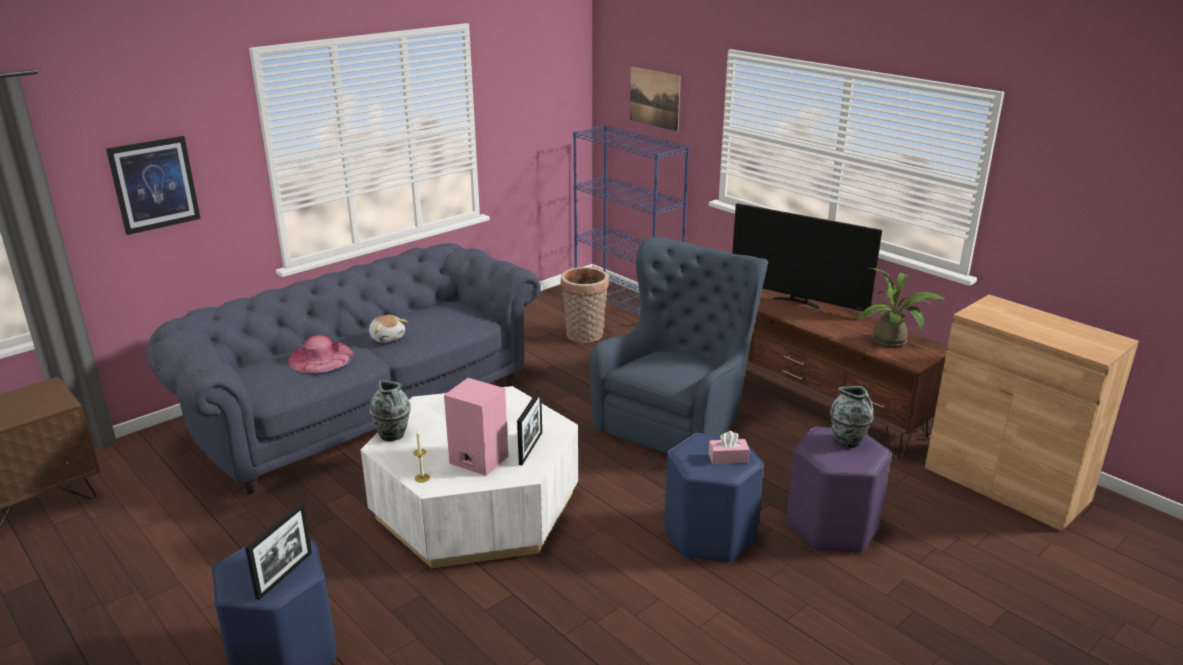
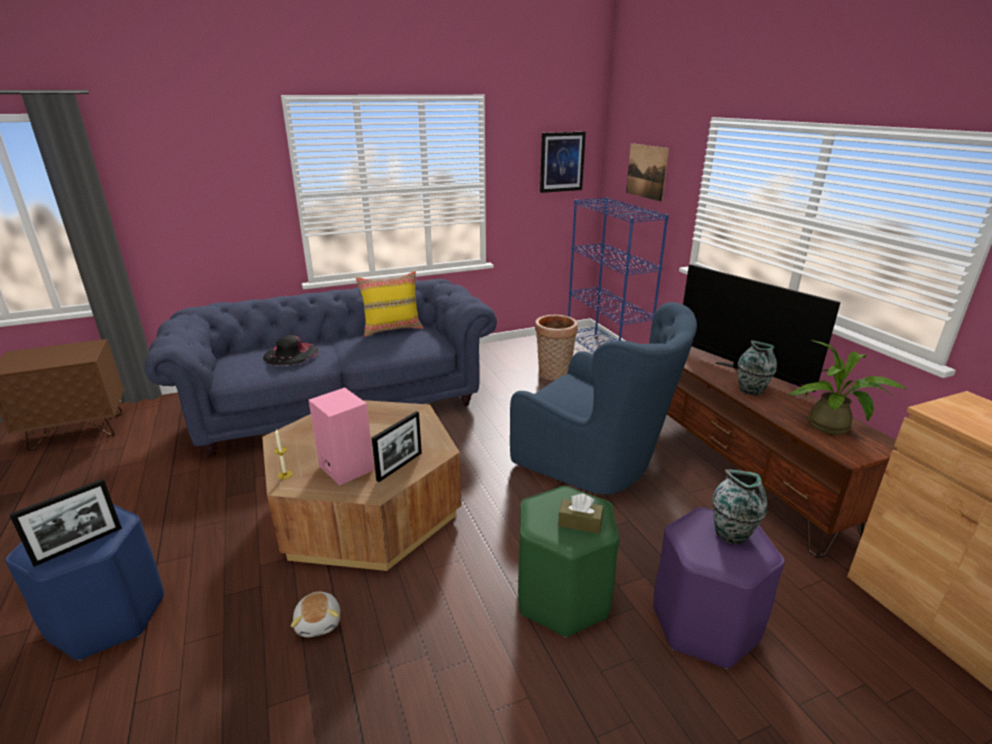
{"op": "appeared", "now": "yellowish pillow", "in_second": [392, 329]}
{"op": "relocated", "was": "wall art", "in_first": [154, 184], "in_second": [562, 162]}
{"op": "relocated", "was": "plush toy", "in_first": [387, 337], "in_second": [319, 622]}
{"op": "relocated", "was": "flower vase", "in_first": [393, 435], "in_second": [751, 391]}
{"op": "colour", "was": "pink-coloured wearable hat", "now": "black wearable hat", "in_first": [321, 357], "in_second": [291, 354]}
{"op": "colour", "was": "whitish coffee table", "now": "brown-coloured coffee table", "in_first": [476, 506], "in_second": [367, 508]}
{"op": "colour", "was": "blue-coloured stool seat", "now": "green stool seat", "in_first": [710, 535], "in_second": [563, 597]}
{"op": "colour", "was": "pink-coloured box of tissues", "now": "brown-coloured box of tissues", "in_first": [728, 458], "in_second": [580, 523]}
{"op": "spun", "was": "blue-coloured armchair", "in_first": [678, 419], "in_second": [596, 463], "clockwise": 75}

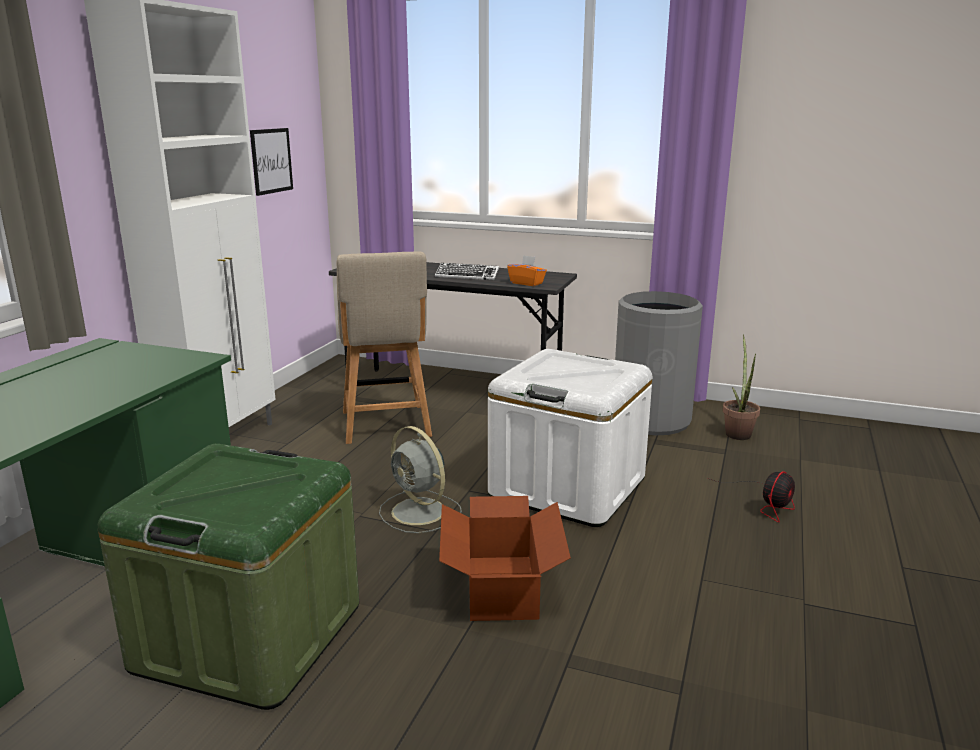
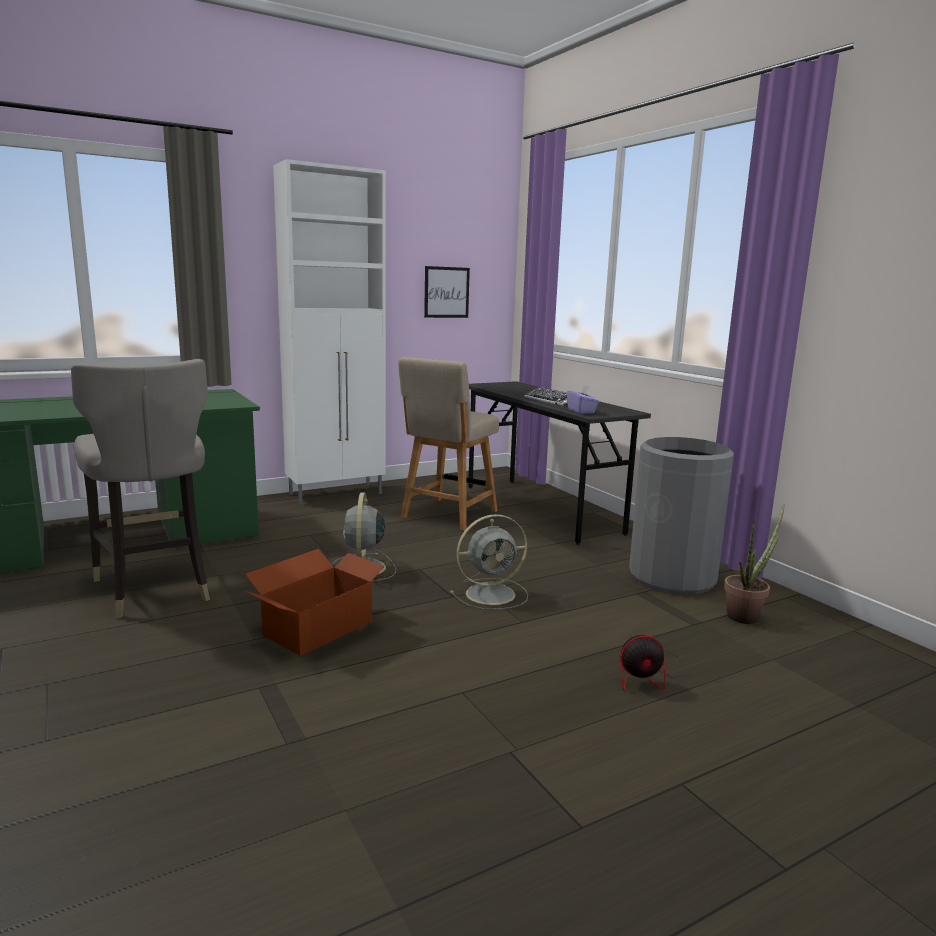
{"op": "exchanged", "was": "green storage bin", "now": "greyish stool seat", "in_first": [249, 637], "in_second": [155, 589]}
{"op": "exchanged", "was": "whitish storage bin", "now": "greyish cooling fan", "in_first": [567, 487], "in_second": [492, 594]}
{"op": "colour", "was": "orange-coloured box of tissues", "now": "purple-coloured box of tissues", "in_first": [526, 283], "in_second": [581, 411]}

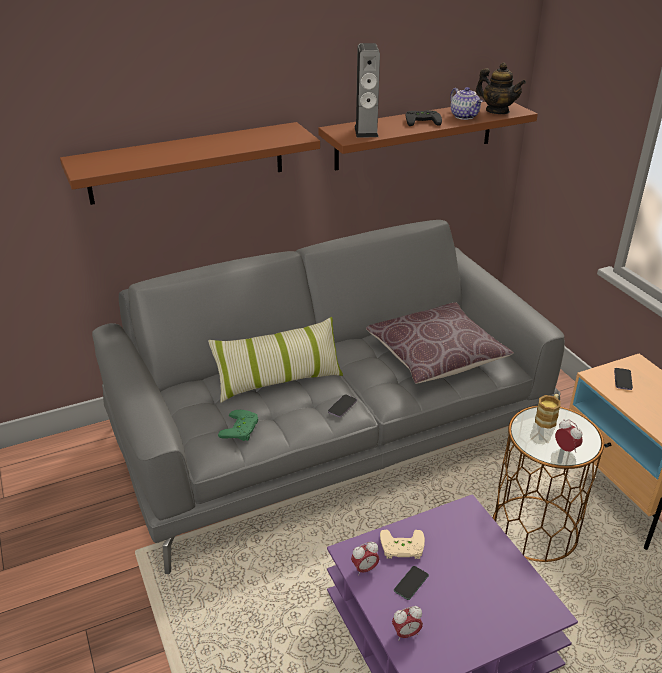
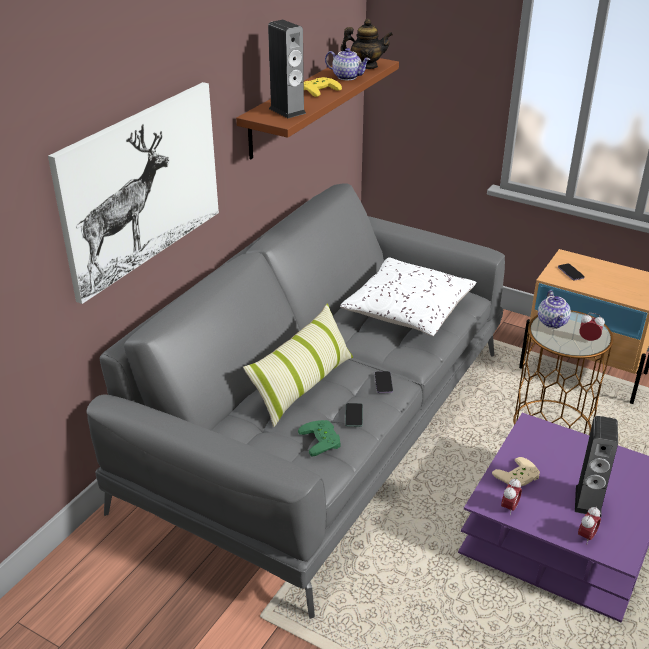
{"op": "appeared", "now": "audio speaker", "in_second": [588, 500]}
{"op": "relocated", "was": "handset", "in_first": [411, 583], "in_second": [354, 415]}
{"op": "exchanged", "was": "brown-coloured wall shelf", "now": "wall art", "in_first": [187, 163], "in_second": [141, 187]}
{"op": "exchanged", "was": "mug", "now": "pot for tea", "in_first": [547, 418], "in_second": [553, 322]}
{"op": "colour", "was": "brown-coloured pillow", "now": "whitish pillow", "in_first": [436, 356], "in_second": [408, 310]}
{"op": "colour", "was": "black gamepad", "now": "yellowish gamepad", "in_first": [422, 121], "in_second": [319, 89]}

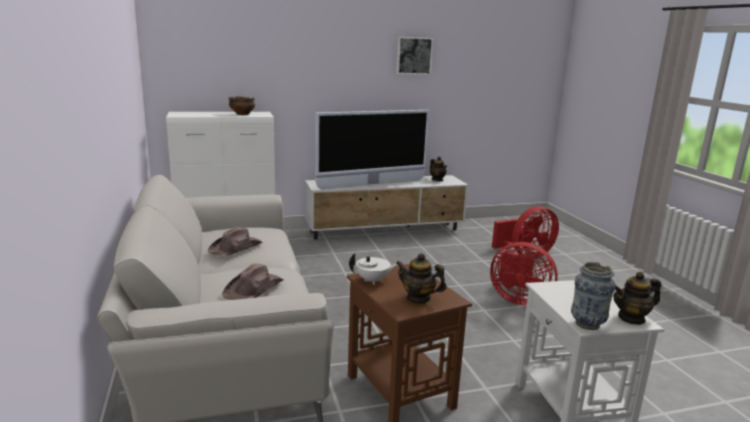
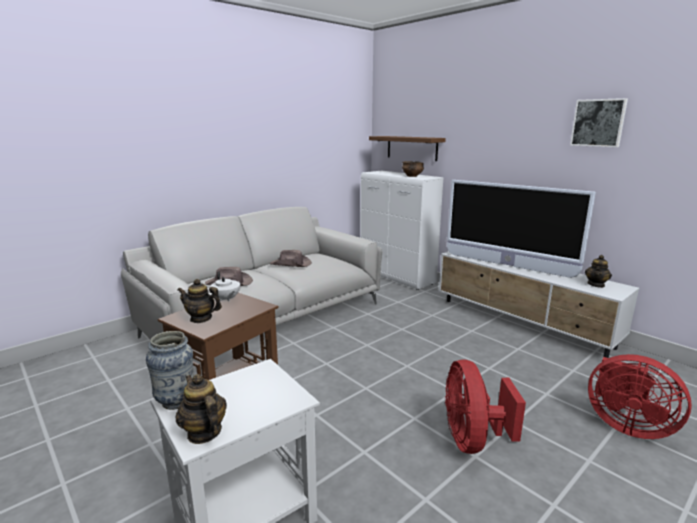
{"op": "appeared", "now": "brown-coloured wall shelf", "in_second": [412, 148]}
{"op": "spun", "was": "pot for tea", "in_first": [418, 298], "in_second": [201, 318], "clockwise": -75}

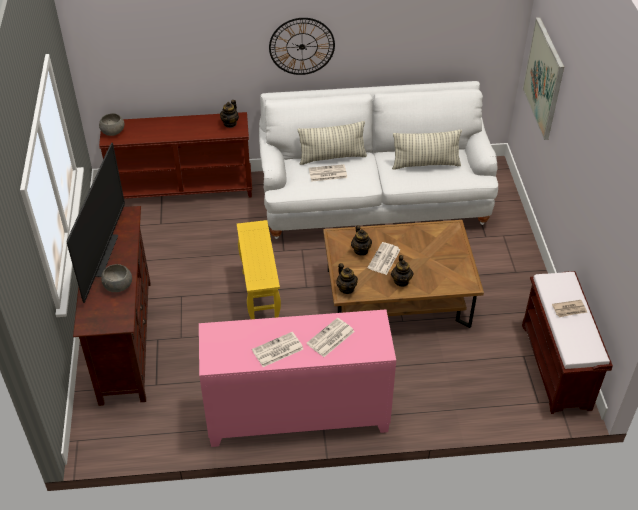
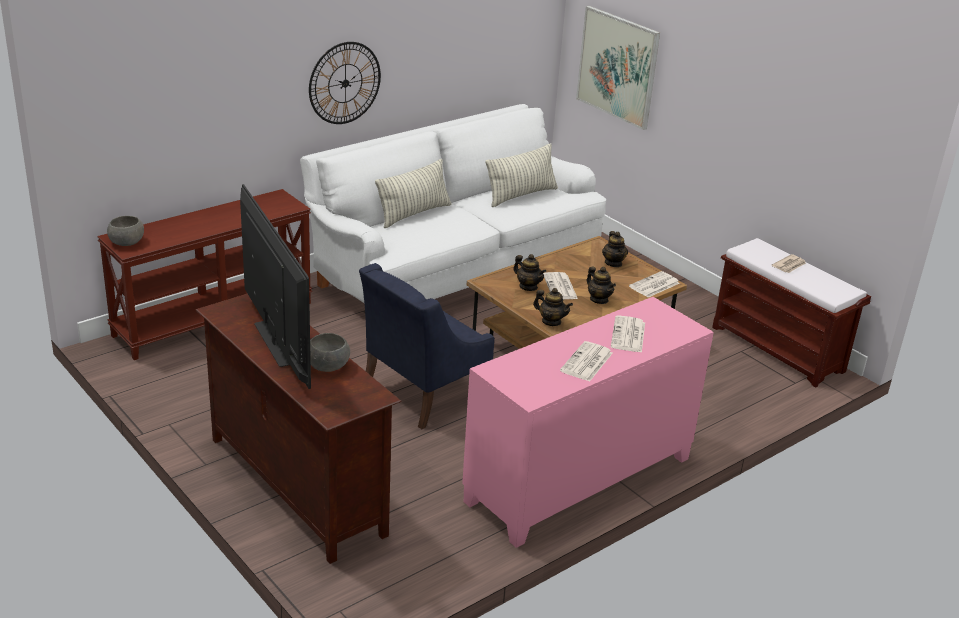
{"op": "relocated", "was": "pot for tea", "in_first": [230, 123], "in_second": [613, 263]}
{"op": "relocated", "was": "printed paper", "in_first": [327, 173], "in_second": [654, 285]}
{"op": "exchanged", "was": "yellowish end table", "now": "blue-coloured armchair", "in_first": [260, 300], "in_second": [423, 392]}

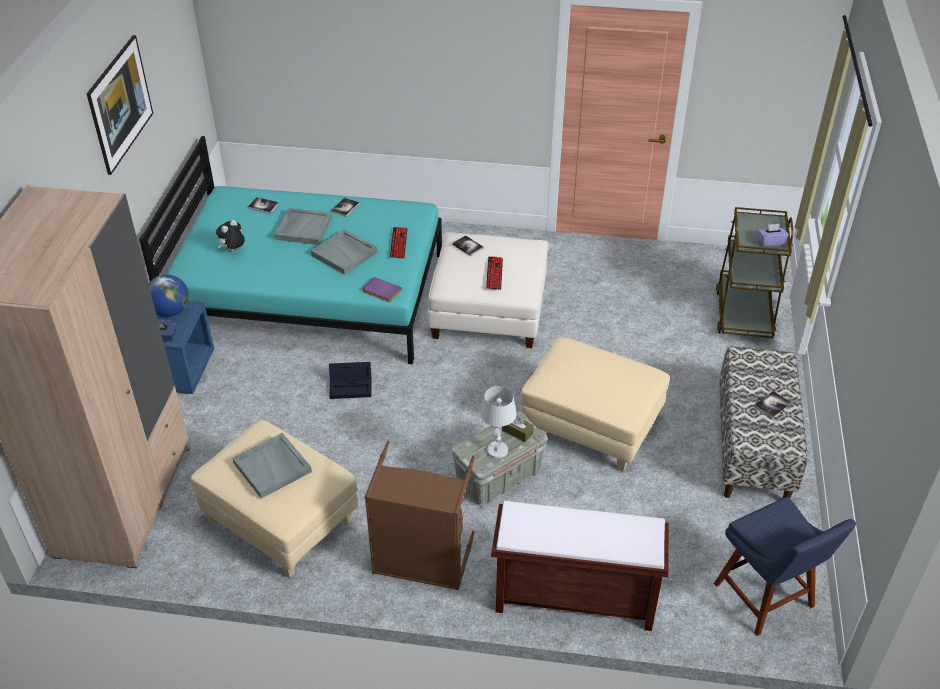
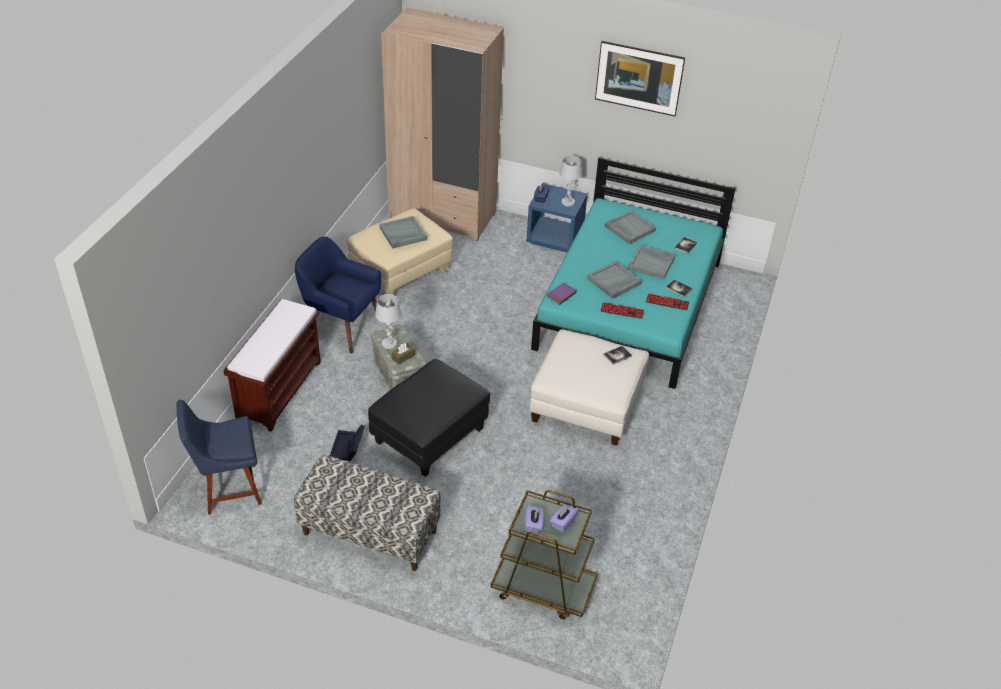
{"op": "missing", "was": "book", "in_first": [772, 405]}
{"op": "appeared", "now": "purple-coloured box of tissues", "in_second": [562, 523]}
{"op": "relocated", "was": "black storage bin", "in_first": [352, 386], "in_second": [347, 448]}
{"op": "relocated", "was": "PC keyboard", "in_first": [494, 274], "in_second": [667, 302]}
{"op": "exchanged", "was": "world globe", "now": "whitish table lamp", "in_first": [171, 311], "in_second": [568, 202]}
{"op": "exchanged", "was": "plush toy", "now": "greyish tray", "in_first": [233, 250], "in_second": [629, 228]}
{"op": "exchanged", "was": "brown-coloured washing basket", "now": "blue-coloured armchair", "in_first": [421, 562], "in_second": [341, 326]}
{"op": "colour", "was": "sand-coloured pouffe", "now": "black pouffe", "in_first": [590, 426], "in_second": [429, 436]}

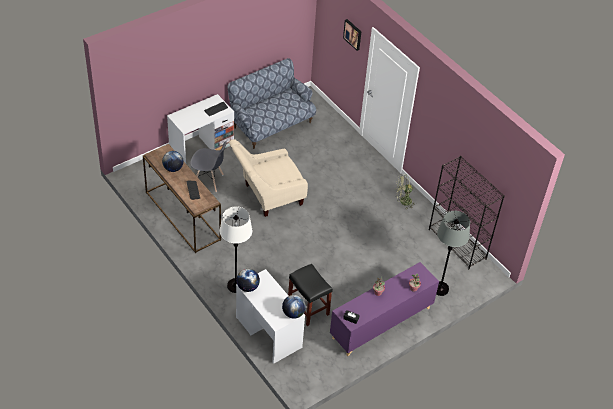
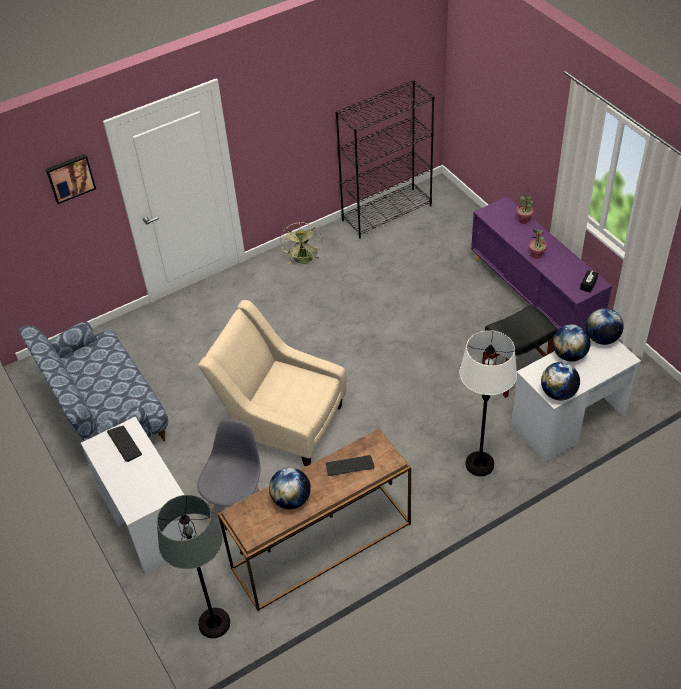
{"op": "appeared", "now": "world globe", "in_second": [569, 355]}
{"op": "relocated", "was": "greyish standing lamp", "in_first": [440, 289], "in_second": [214, 623]}
{"op": "spun", "was": "sand-coloured armchair", "in_first": [267, 196], "in_second": [282, 421], "clockwise": 135}

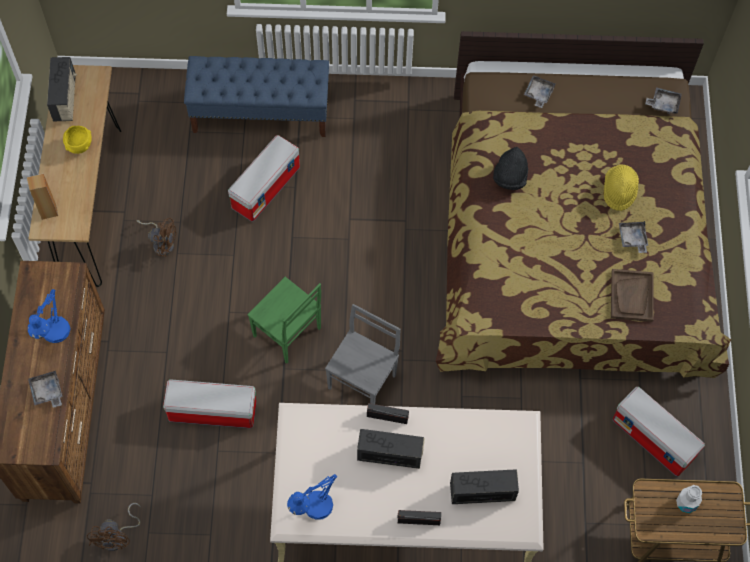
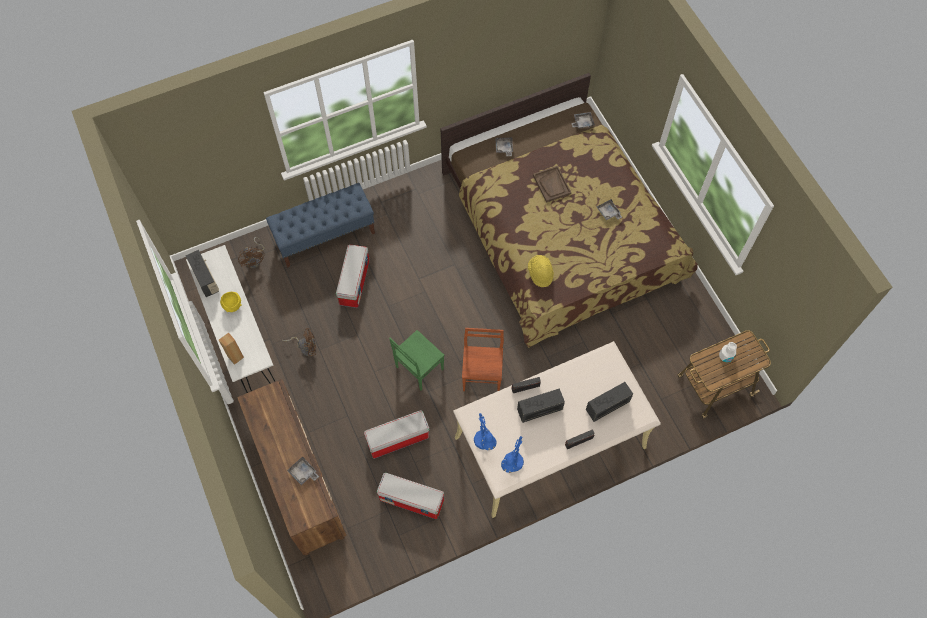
{"op": "missing", "was": "black wearable hat", "in_first": [510, 177]}
{"op": "relocated", "was": "blue-coloured table lamp", "in_first": [54, 336], "in_second": [484, 444]}
{"op": "relocated", "was": "brown-coloured cooling fan", "in_first": [118, 536], "in_second": [255, 259]}
{"op": "relocated", "was": "yellowish wearable hat", "in_first": [619, 191], "in_second": [540, 273]}
{"op": "relocated", "was": "brown-coloured tray", "in_first": [631, 296], "in_second": [552, 185]}
{"op": "relocated", "was": "storage bin", "in_first": [654, 439], "in_second": [412, 500]}
{"op": "colour", "was": "brown-coloured narrow table", "now": "whitish narrow table", "in_first": [91, 205], "in_second": [245, 344]}
{"op": "colour", "was": "greyish chair", "now": "brown-coloured chair", "in_first": [363, 381], "in_second": [482, 376]}
{"op": "spun", "was": "green chair", "in_first": [287, 333], "in_second": [418, 368], "clockwise": 120}

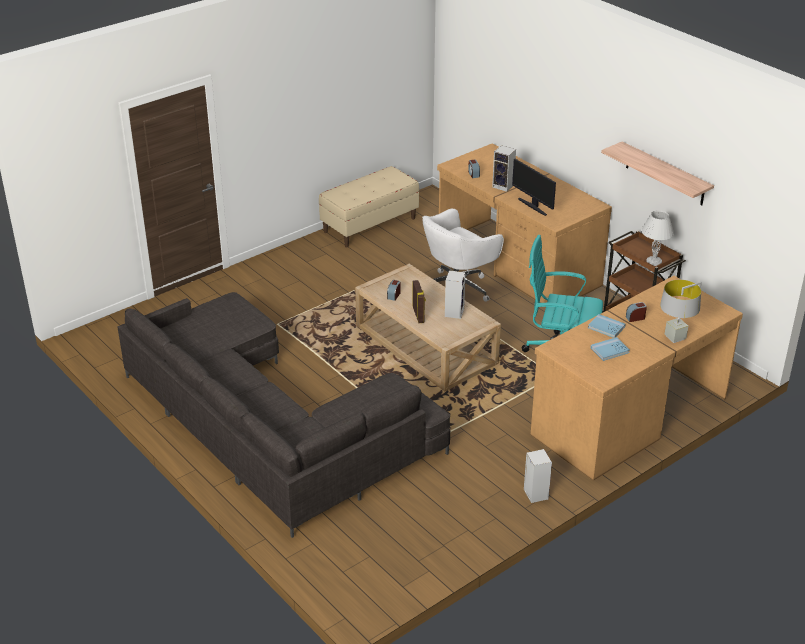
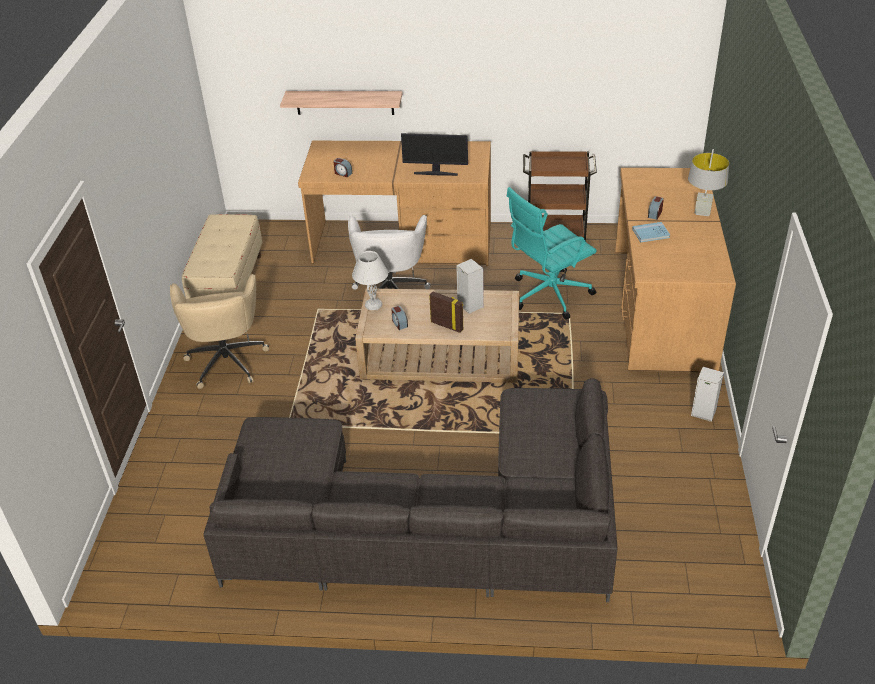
{"op": "missing", "was": "audio speaker", "in_first": [504, 186]}
{"op": "missing", "was": "blue-coloured book", "in_first": [609, 350]}
{"op": "appeared", "now": "sand-coloured computer chair", "in_second": [227, 360]}
{"op": "relocated", "was": "wall shelf", "in_first": [665, 174], "in_second": [344, 102]}
{"op": "relocated", "was": "whitish table lamp", "in_first": [653, 261], "in_second": [373, 305]}

